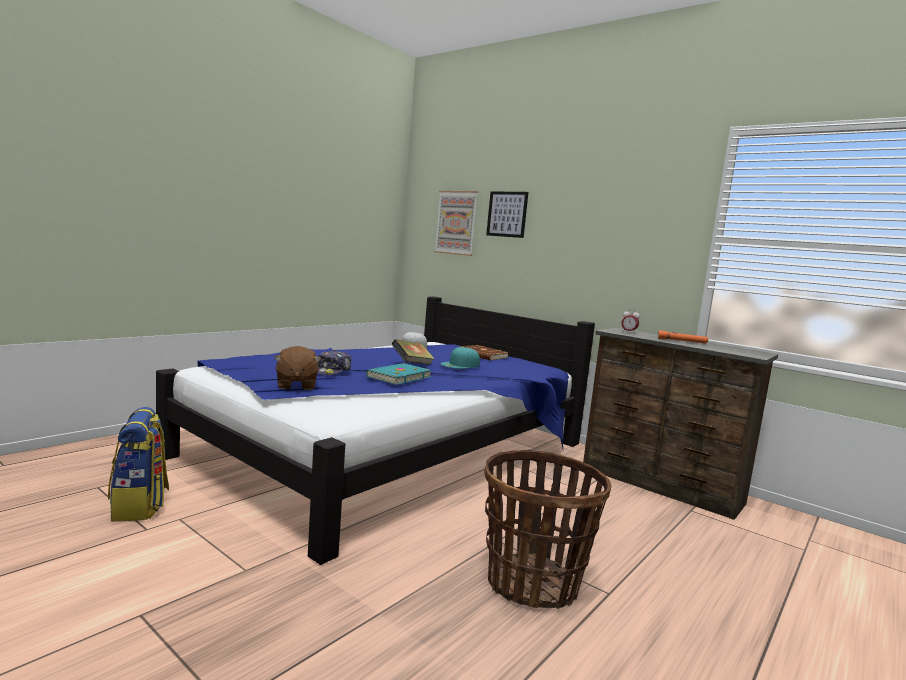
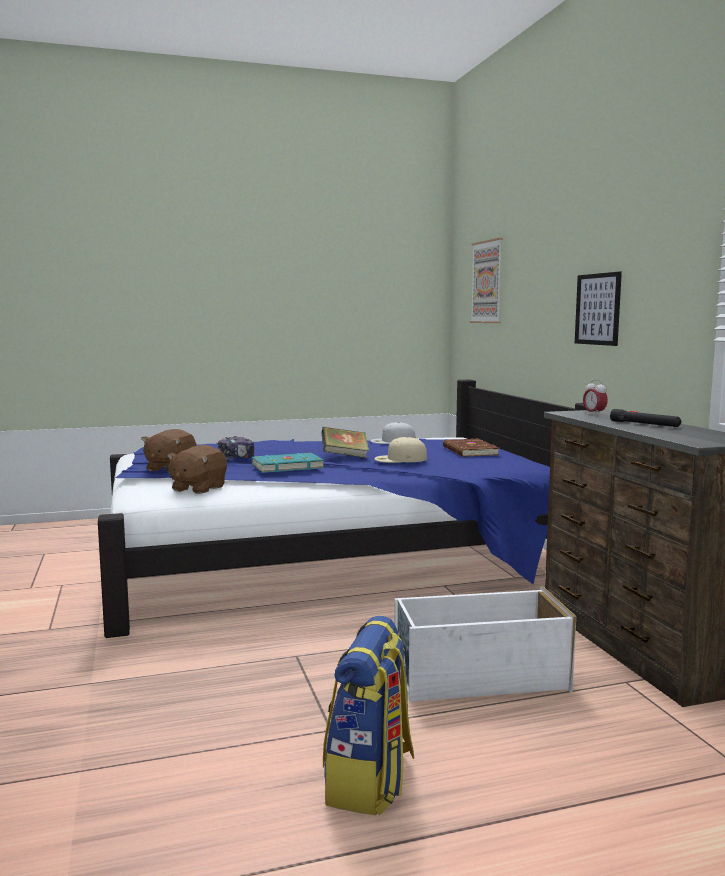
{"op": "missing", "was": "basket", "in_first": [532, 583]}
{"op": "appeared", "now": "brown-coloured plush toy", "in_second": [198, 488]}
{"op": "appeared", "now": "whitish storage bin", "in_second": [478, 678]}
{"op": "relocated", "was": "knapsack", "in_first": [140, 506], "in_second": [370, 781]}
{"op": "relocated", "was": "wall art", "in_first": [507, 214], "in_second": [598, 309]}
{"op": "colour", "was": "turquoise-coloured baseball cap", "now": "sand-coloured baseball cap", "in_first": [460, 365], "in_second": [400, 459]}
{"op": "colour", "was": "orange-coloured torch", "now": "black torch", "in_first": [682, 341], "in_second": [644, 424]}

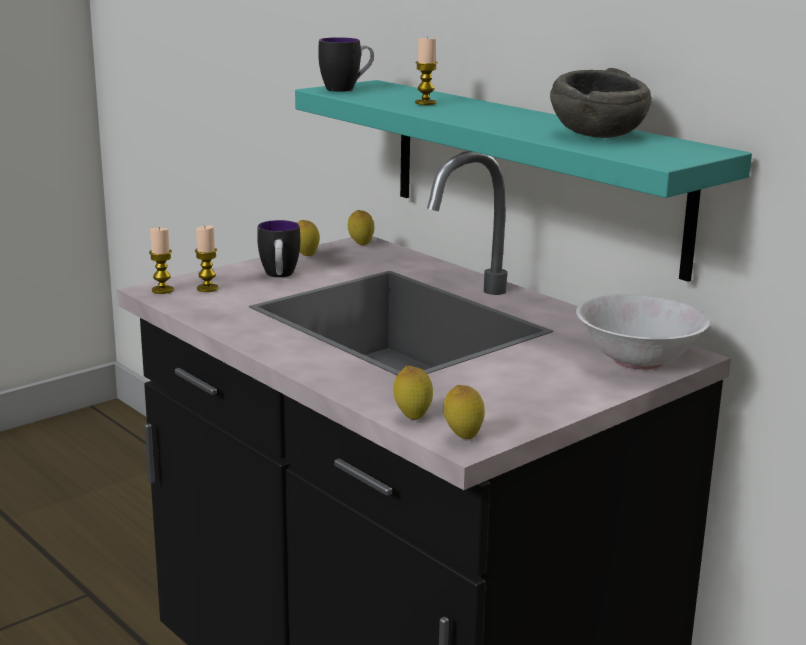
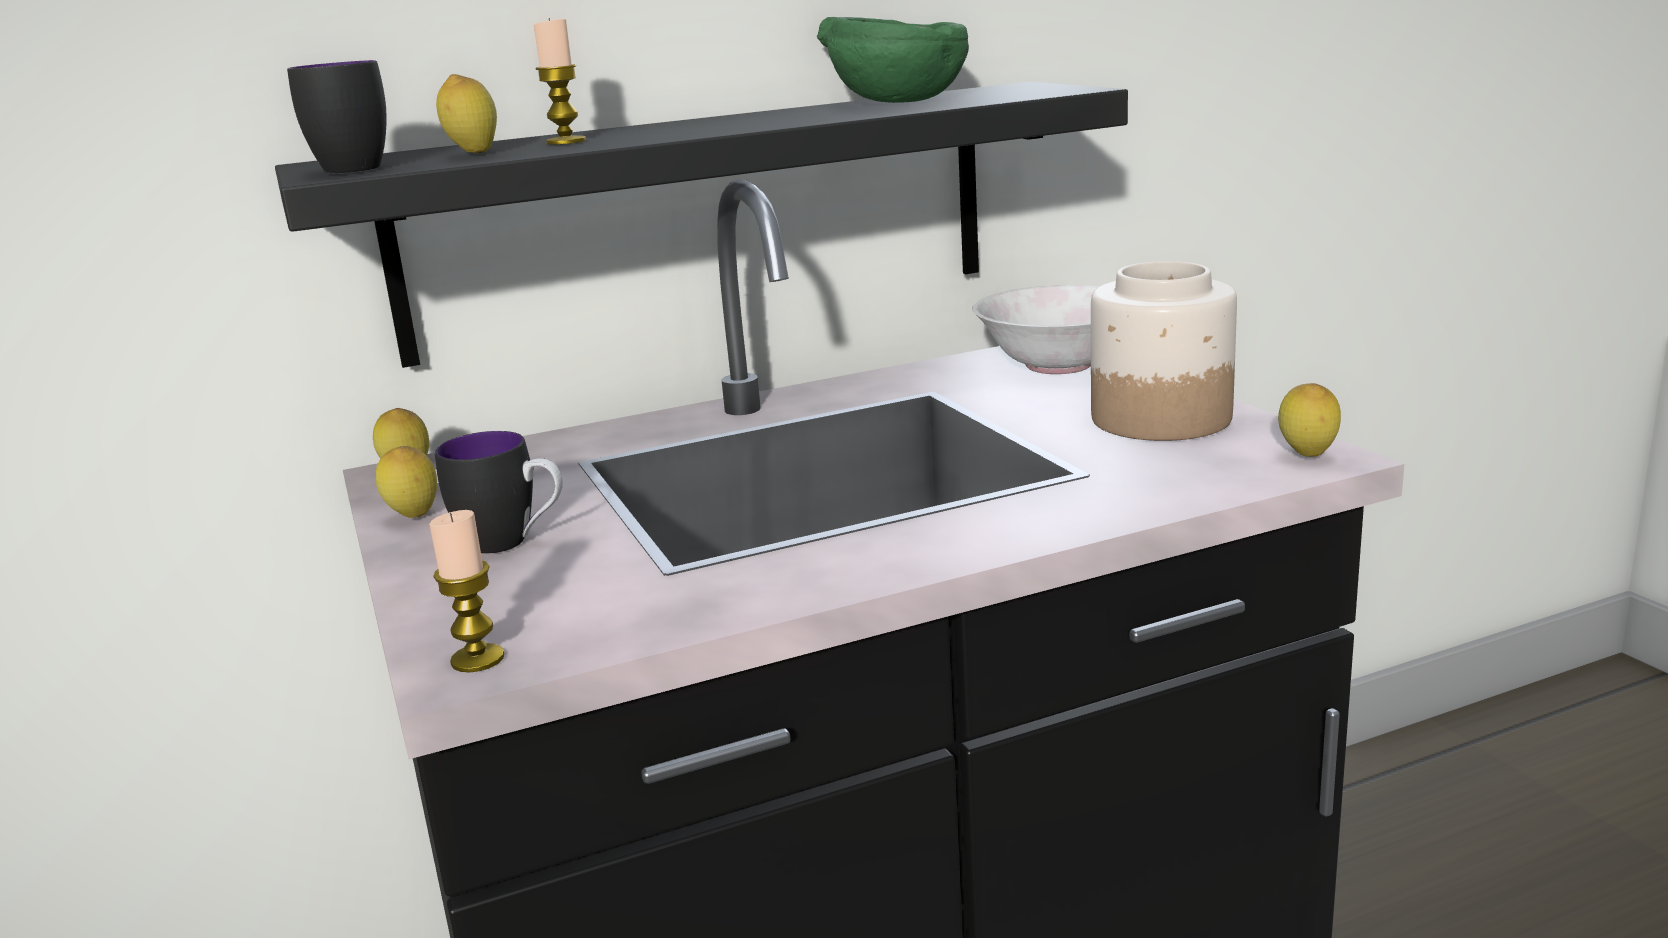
{"op": "missing", "was": "wax light", "in_first": [207, 288]}
{"op": "appeared", "now": "jar", "in_second": [1159, 419]}
{"op": "relocated", "was": "citrus fruit", "in_first": [412, 417], "in_second": [473, 154]}
{"op": "colour", "was": "turquoise-coloured wall shelf", "now": "black wall shelf", "in_first": [533, 173], "in_second": [701, 219]}
{"op": "colour", "was": "greyish deep dish", "now": "green deep dish", "in_first": [600, 134], "in_second": [900, 101]}

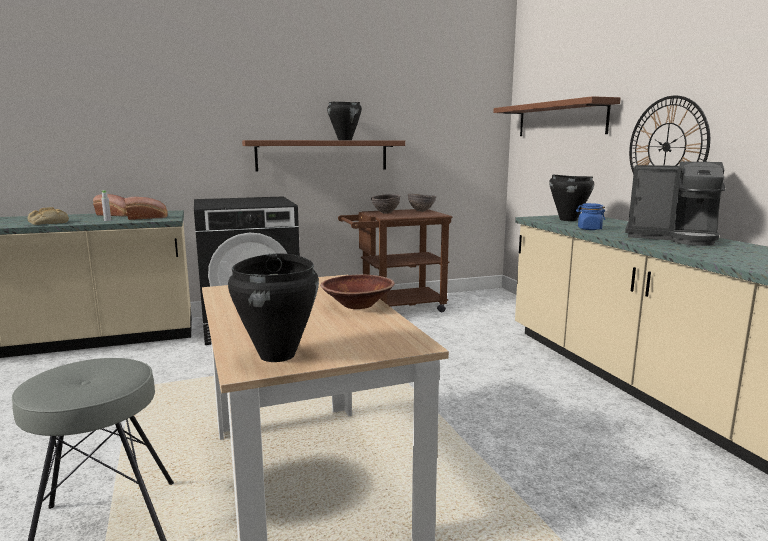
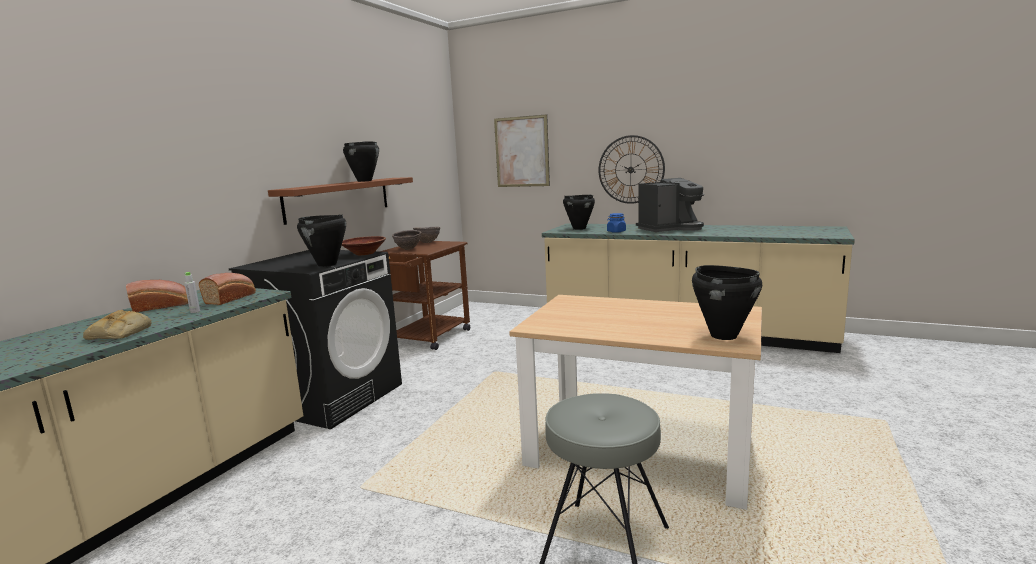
{"op": "appeared", "now": "black stockpot", "in_second": [327, 264]}
{"op": "relocated", "was": "brown-coloured deep dish", "in_first": [358, 305], "in_second": [364, 253]}
{"op": "exchanged", "was": "brown-coloured wall shelf", "now": "wall art", "in_first": [560, 119], "in_second": [521, 152]}

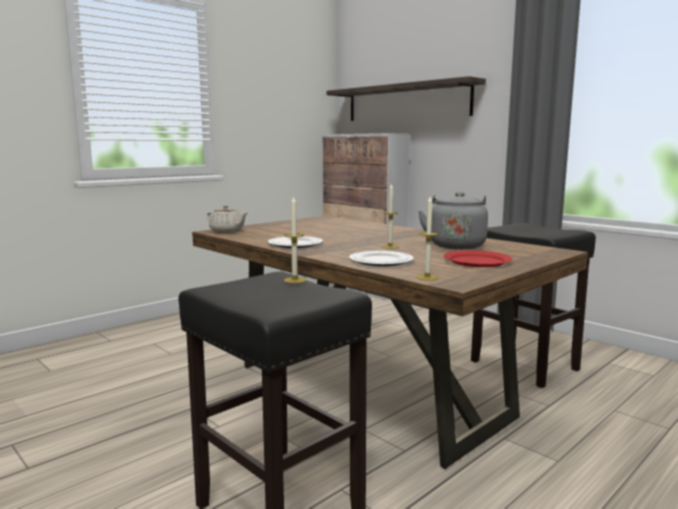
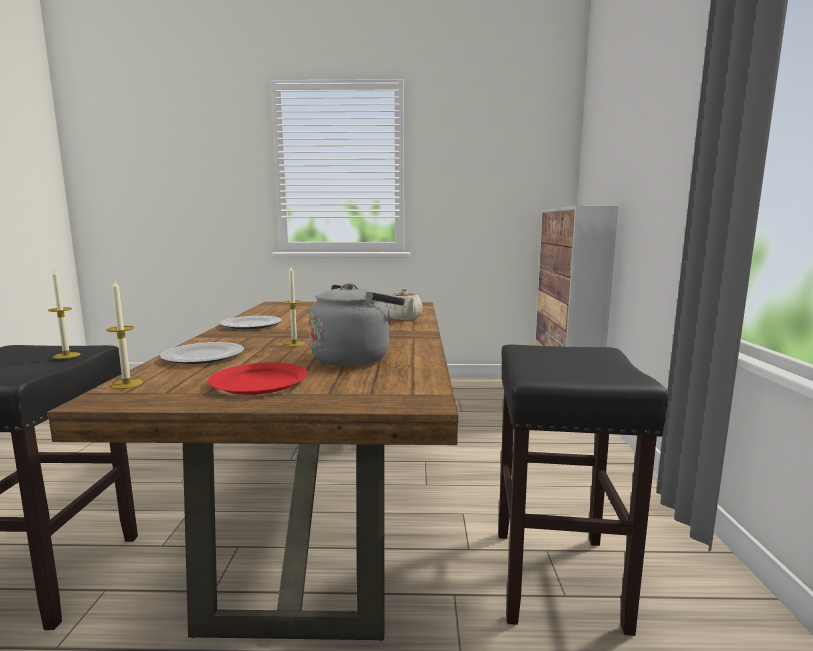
{"op": "missing", "was": "wall shelf", "in_first": [406, 102]}
{"op": "relocated", "was": "sand-coloured pot for tea", "in_first": [227, 231], "in_second": [404, 318]}

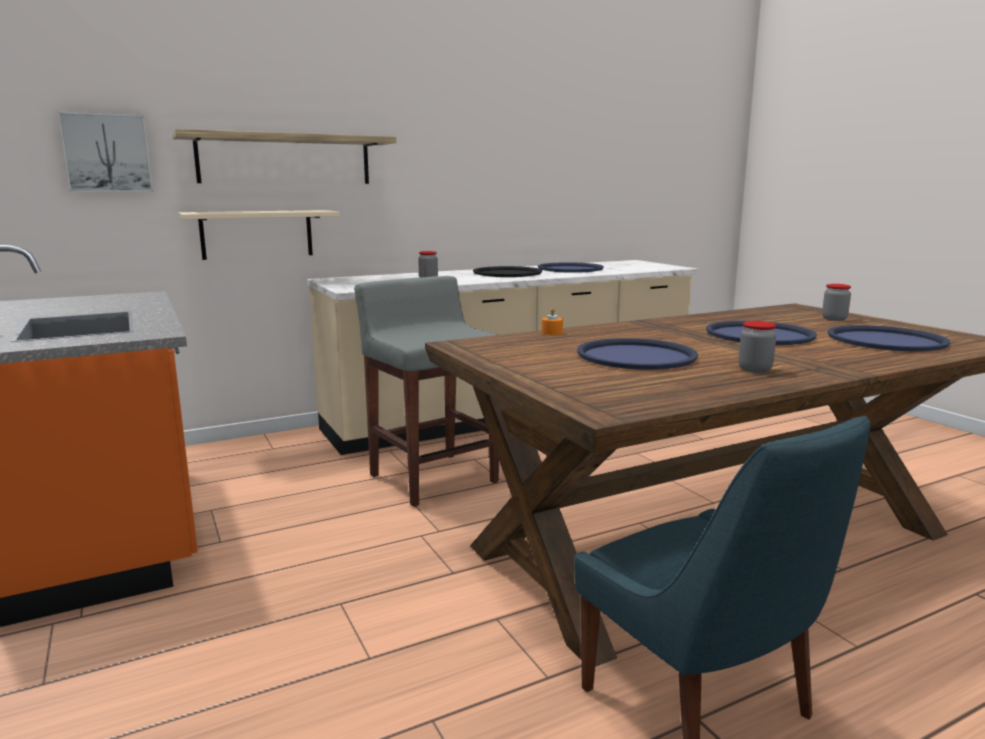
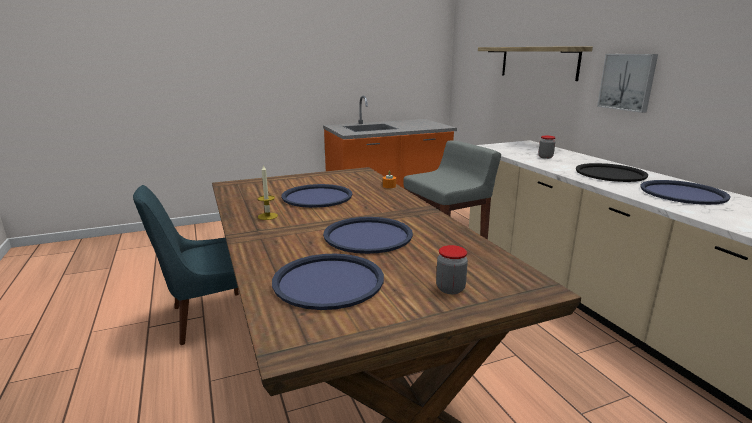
{"op": "missing", "was": "sand-coloured wall shelf", "in_first": [257, 234]}
{"op": "relocated", "was": "wall art", "in_first": [107, 153], "in_second": [627, 82]}
{"op": "exchanged", "was": "jar", "now": "wax light", "in_first": [755, 369], "in_second": [267, 216]}

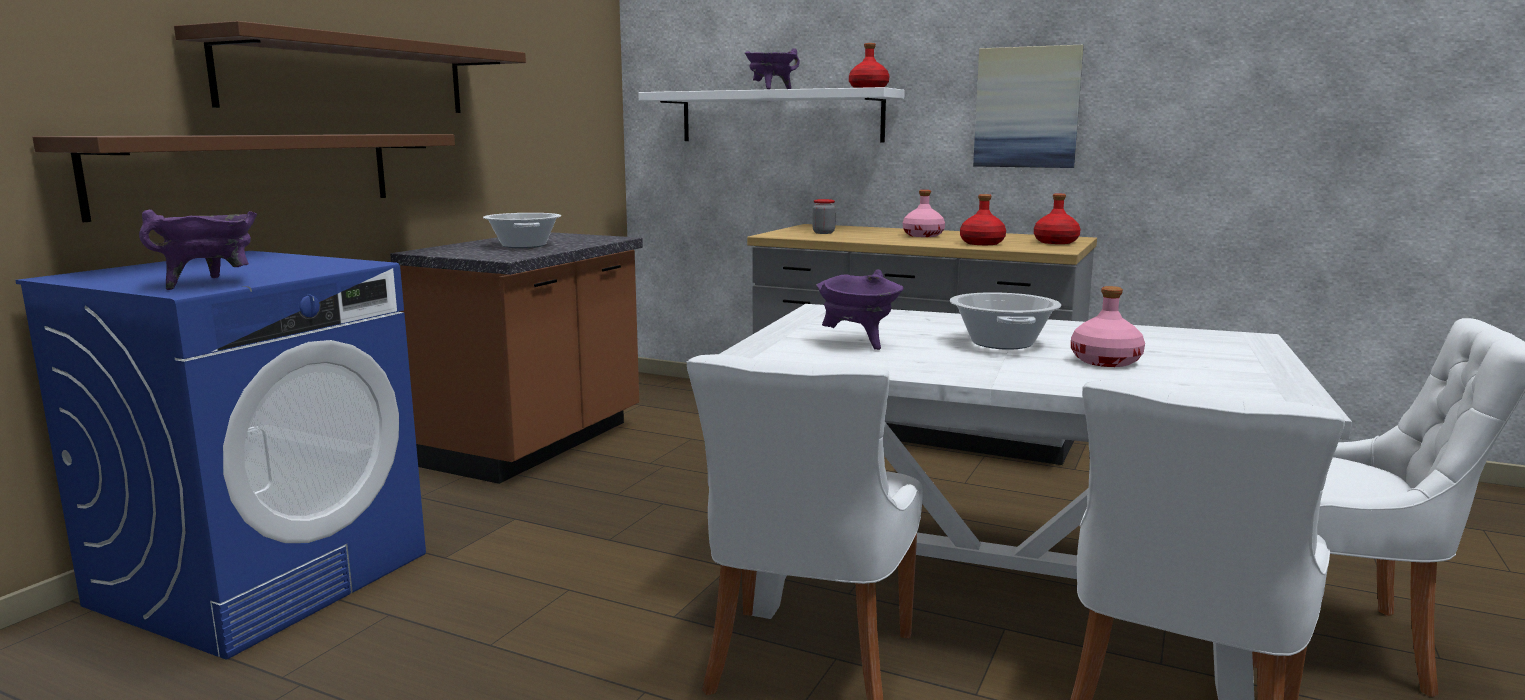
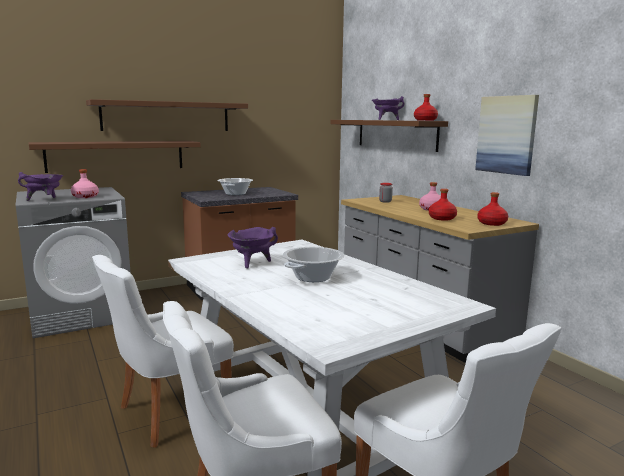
{"op": "relocated", "was": "pink-coloured bottle", "in_first": [1106, 361], "in_second": [85, 197]}
{"op": "colour", "was": "blue-coloured washing machine", "now": "greyish washing machine", "in_first": [264, 578], "in_second": [82, 314]}
{"op": "colour", "was": "whitish wall shelf", "now": "brown-coloured wall shelf", "in_first": [780, 117], "in_second": [395, 134]}

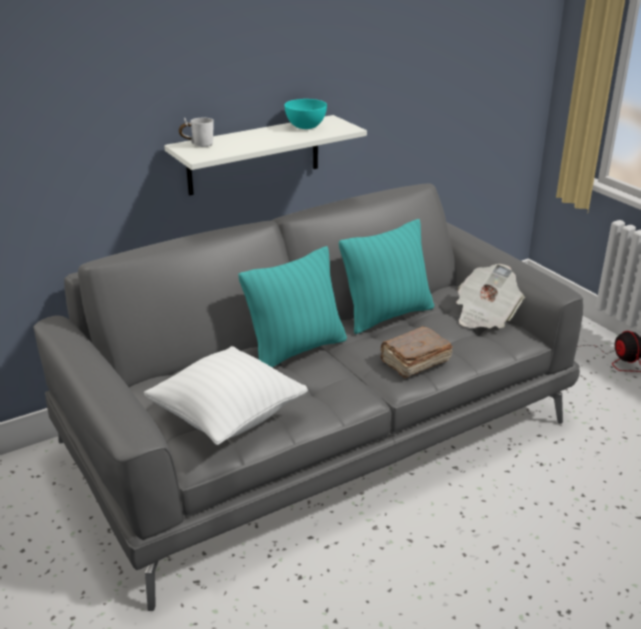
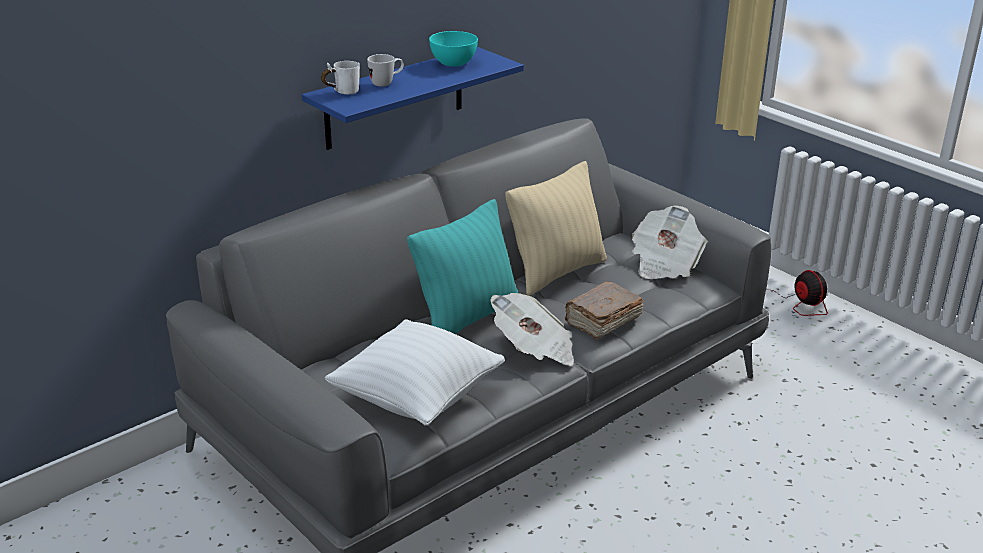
{"op": "appeared", "now": "whitish mug", "in_second": [386, 83]}
{"op": "appeared", "now": "printed paper", "in_second": [534, 349]}
{"op": "colour", "was": "whitish wall shelf", "now": "blue-coloured wall shelf", "in_first": [254, 155], "in_second": [395, 98]}
{"op": "colour", "was": "turquoise-coloured pillow", "now": "sand-coloured pillow", "in_first": [387, 315], "in_second": [557, 272]}

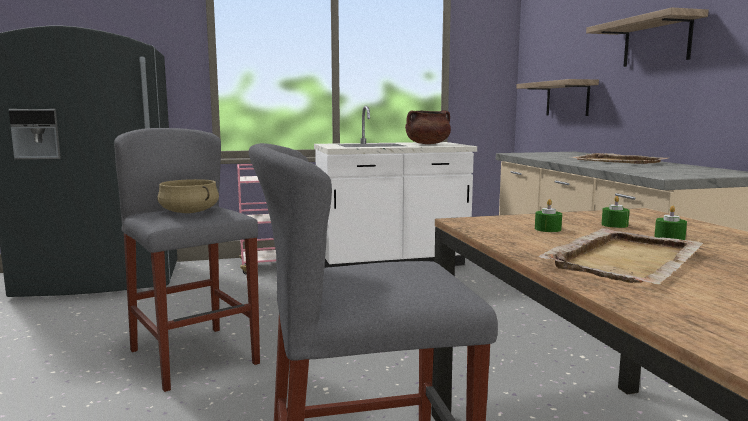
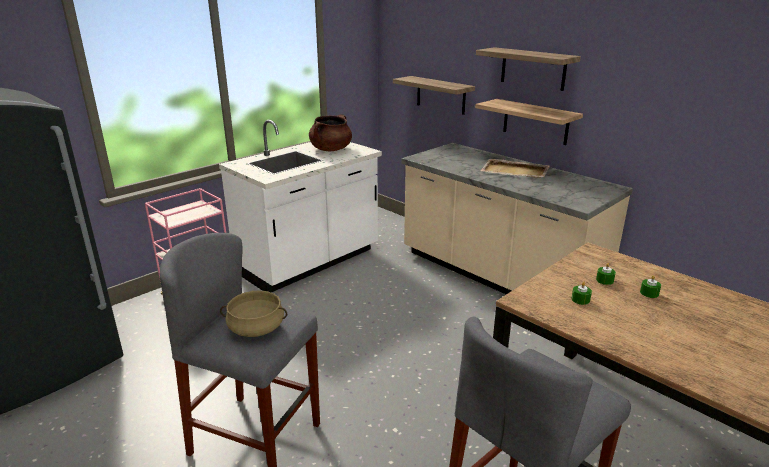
{"op": "missing", "was": "sand-coloured tray", "in_first": [625, 259]}
{"op": "appeared", "now": "wall shelf", "in_second": [535, 122]}

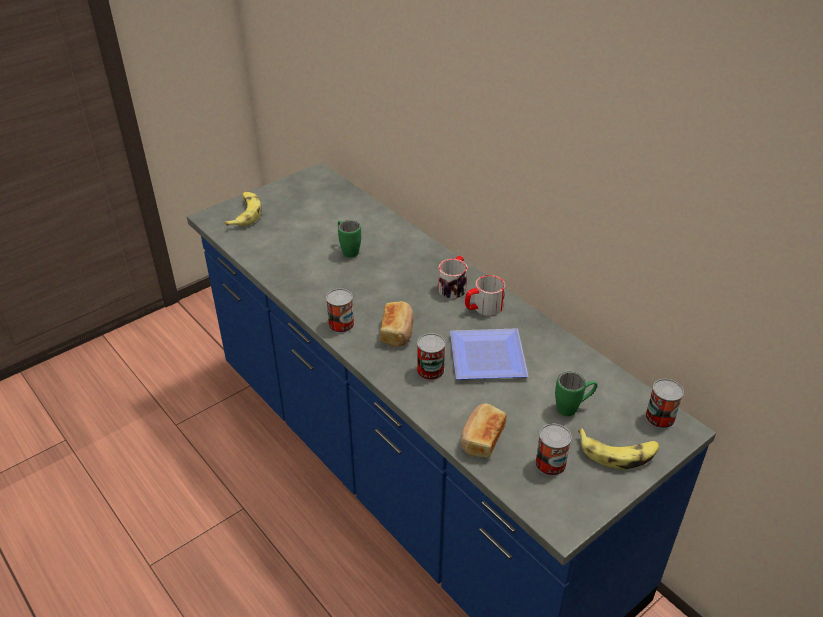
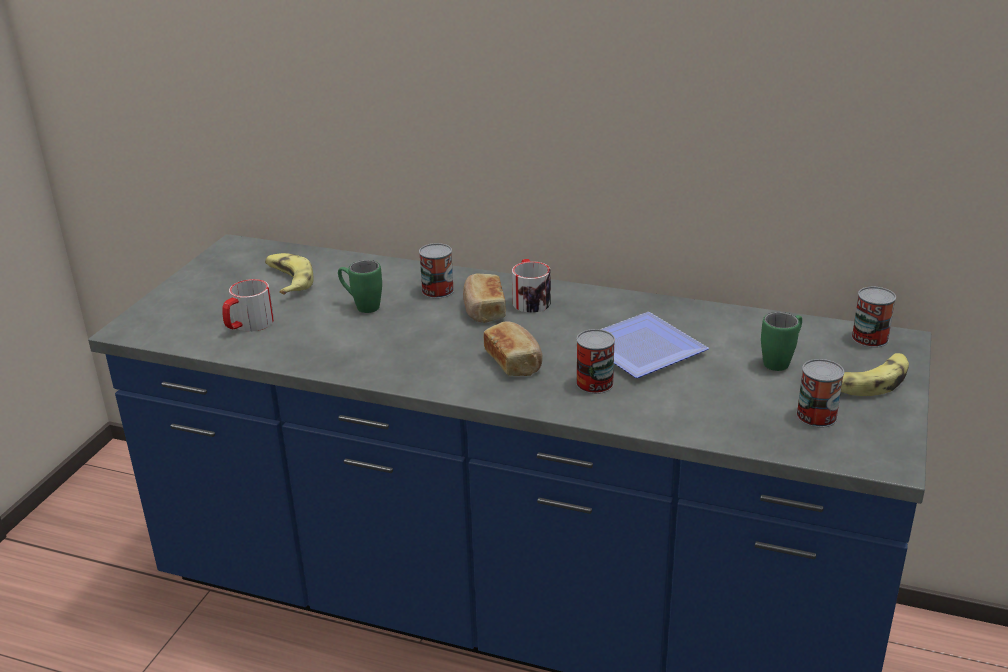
{"op": "relocated", "was": "banana", "in_first": [245, 214], "in_second": [288, 280]}
{"op": "relocated", "was": "metal can", "in_first": [341, 324], "in_second": [437, 290]}
{"op": "relocated", "was": "bakery bread", "in_first": [481, 438], "in_second": [483, 310]}
{"op": "relocated", "was": "mug", "in_first": [483, 308], "in_second": [248, 325]}

